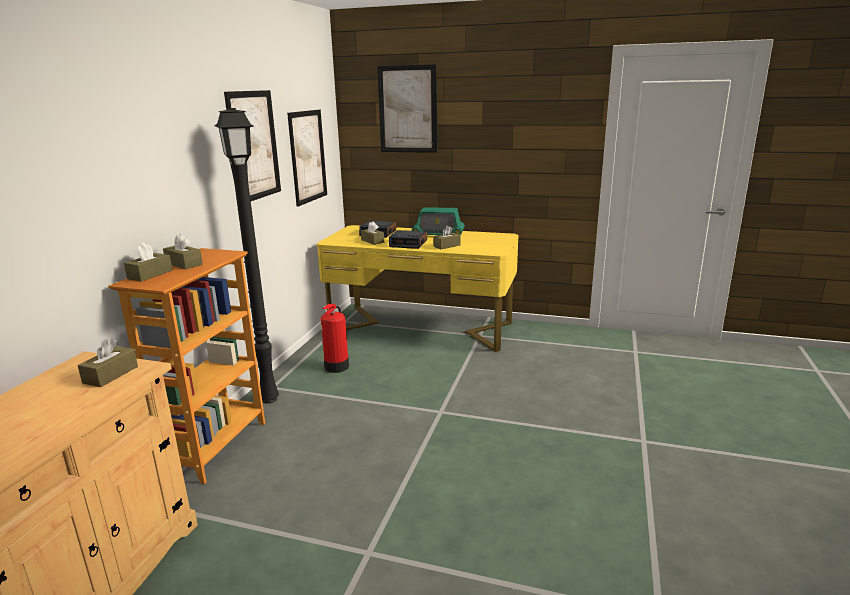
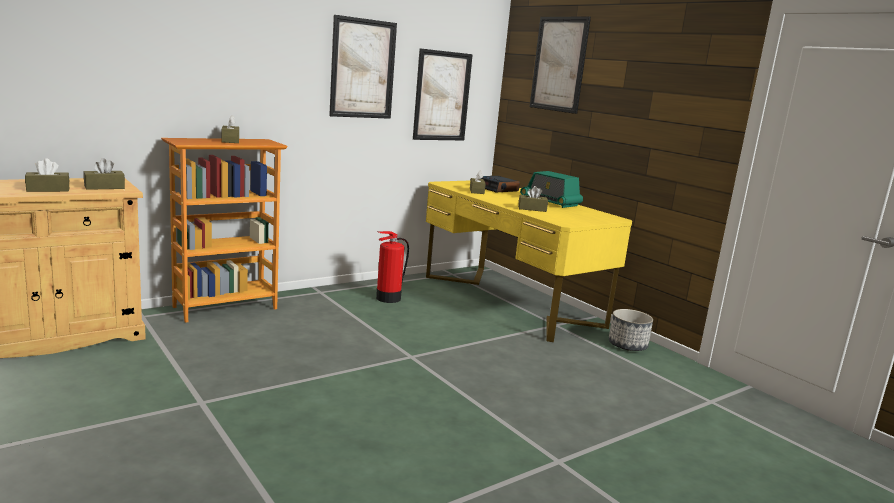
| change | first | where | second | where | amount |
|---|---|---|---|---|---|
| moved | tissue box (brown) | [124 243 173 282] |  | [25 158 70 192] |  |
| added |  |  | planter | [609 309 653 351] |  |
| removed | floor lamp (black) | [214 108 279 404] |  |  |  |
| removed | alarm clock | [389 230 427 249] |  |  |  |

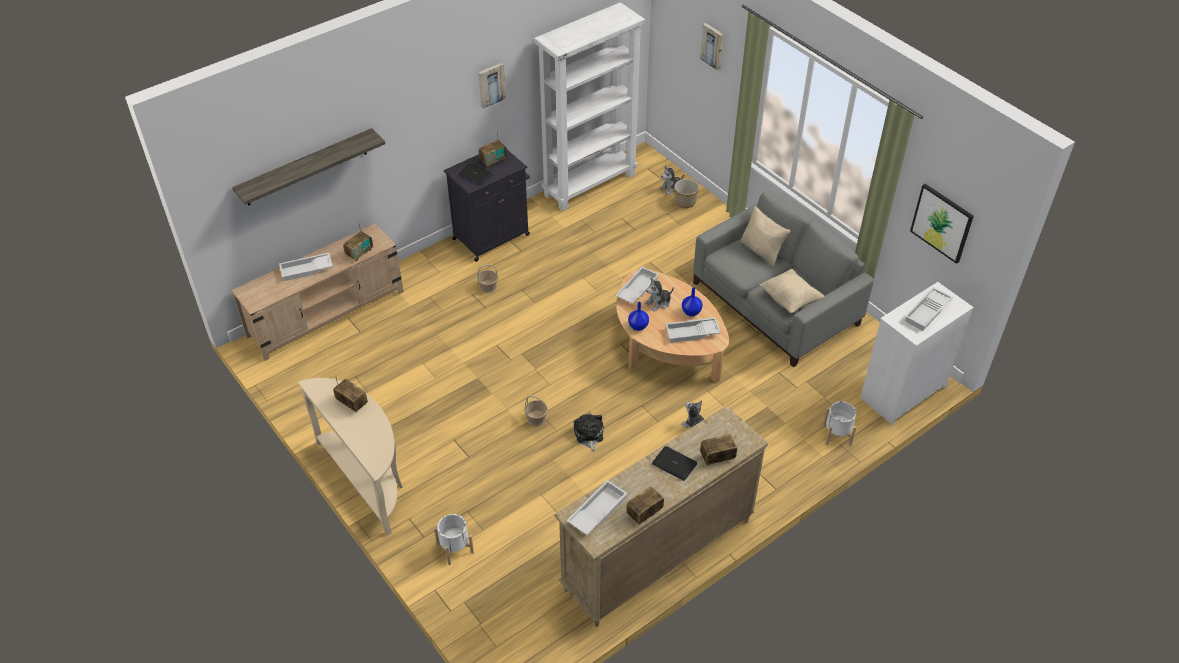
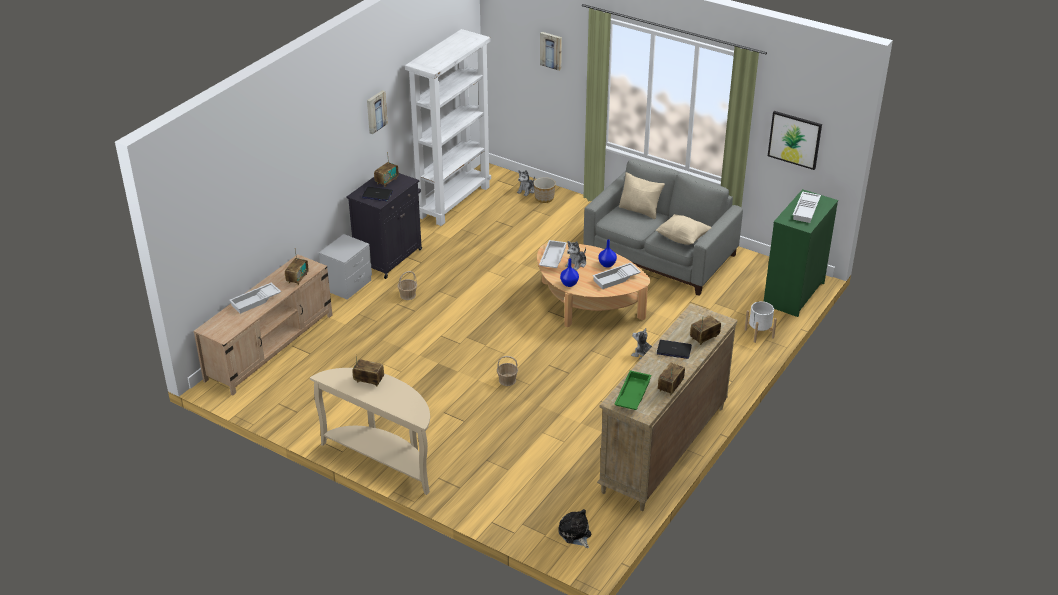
| change | first | where | second | where | amount |
|---|---|---|---|---|---|
| added |  |  | nightstand (grey) | [319 234 372 300] |  |
| moved | plush toy | [574 414 603 452] |  | [558 509 591 548] |  |
| recoloured | tray (white) | [566 480 628 535] | tray (green) | [614 370 652 410] |  |
| recoloured | dresser (white) | [860 282 974 425] | dresser (green) | [764 189 838 317] |  |
| removed | shelf | [232 128 385 205] |  |  |  |
| removed | planter (white) | [434 514 474 565] |  |  |  |

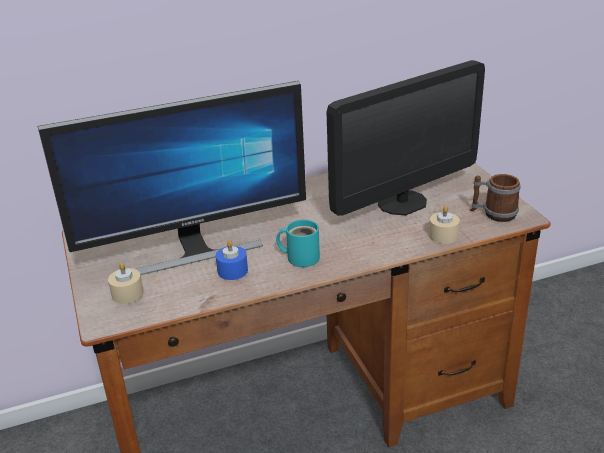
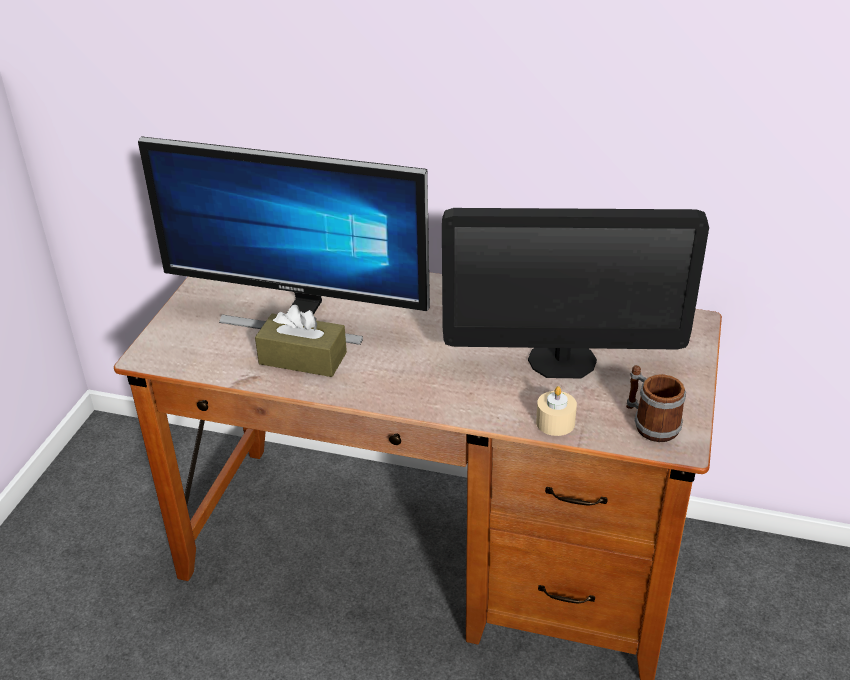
| change | first | where | second | where | amount |
|---|---|---|---|---|---|
| replaced | candle (blue) | [216 240 248 280] | tissue box (brown) | [255 305 347 377] |  |
| removed | candle (beige) | [108 263 144 304] |  |  |  |
| removed | mug (turquoise) | [276 220 320 267] |  |  |  |

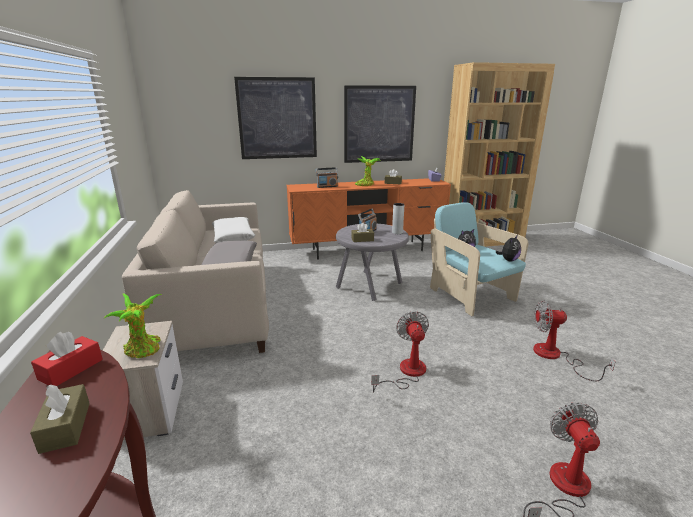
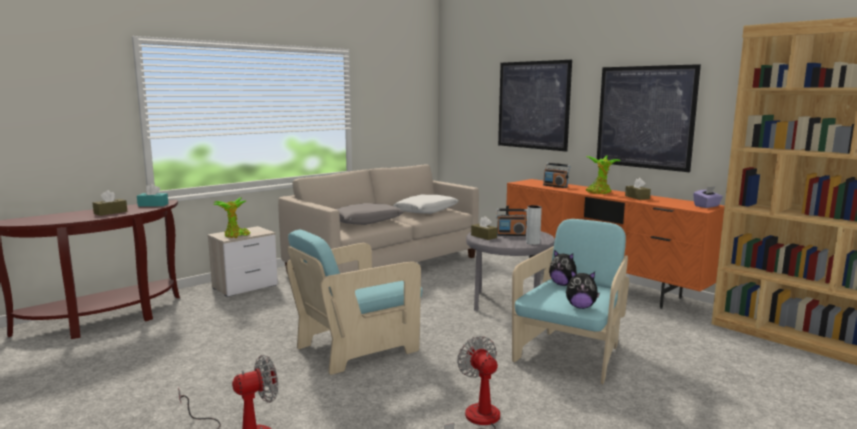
| change | first | where | second | where | amount |
|---|---|---|---|---|---|
| recoloured | tissue box (red) | [31 332 103 386] | tissue box (turquoise) | [137 184 168 207] |  |
| replaced | fan | [371 311 429 393] | armchair (turquoise) | [287 229 422 375] |  |

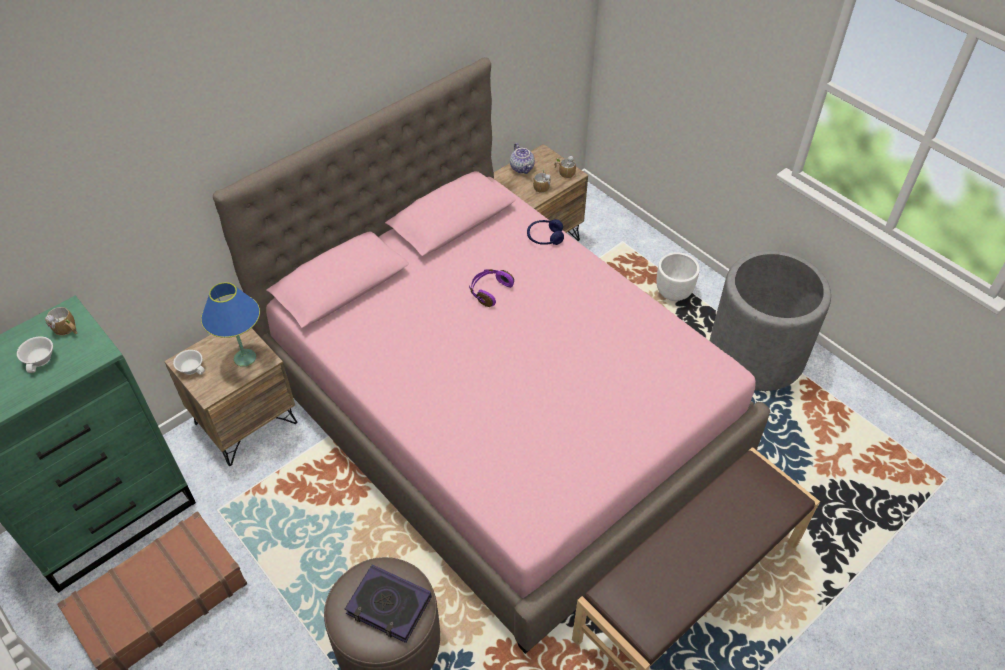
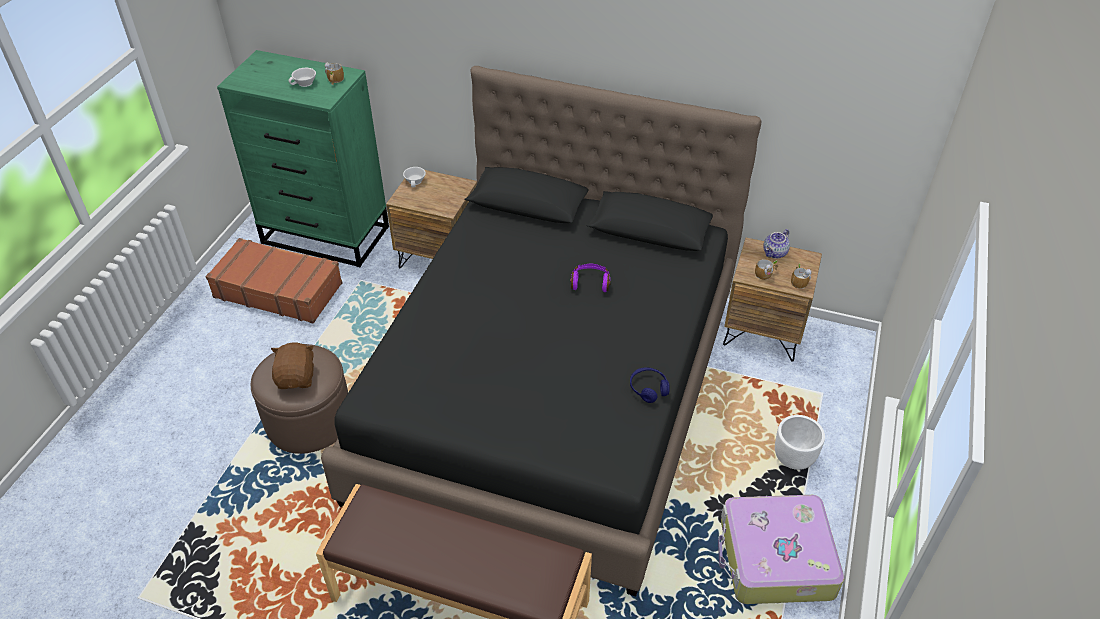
| change | first | where | second | where | amount |
|---|---|---|---|---|---|
| replaced | book | [345 564 432 643] | plush toy (brown) | [271 342 314 389] |  |
| recoloured | bed (pink) | [213 57 770 654] | bed (black) | [321 66 761 597] |  |
| moved | headphones (blue) | [527 219 564 245] |  | [630 367 670 403] |  |
| replaced | planter (grey) | [710 250 831 391] | suitcase | [718 495 844 604] |  |
| removed | table lamp (blue) | [201 282 260 367] |  |  |  |

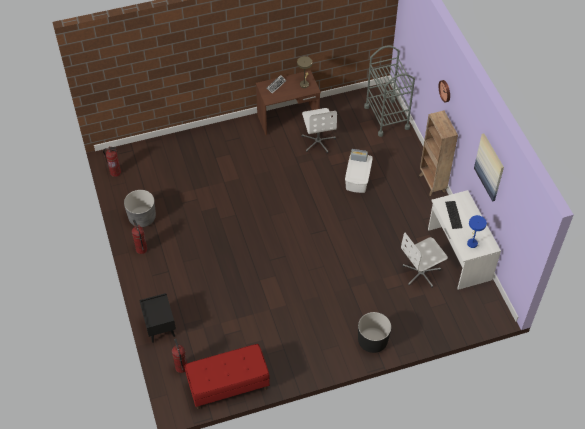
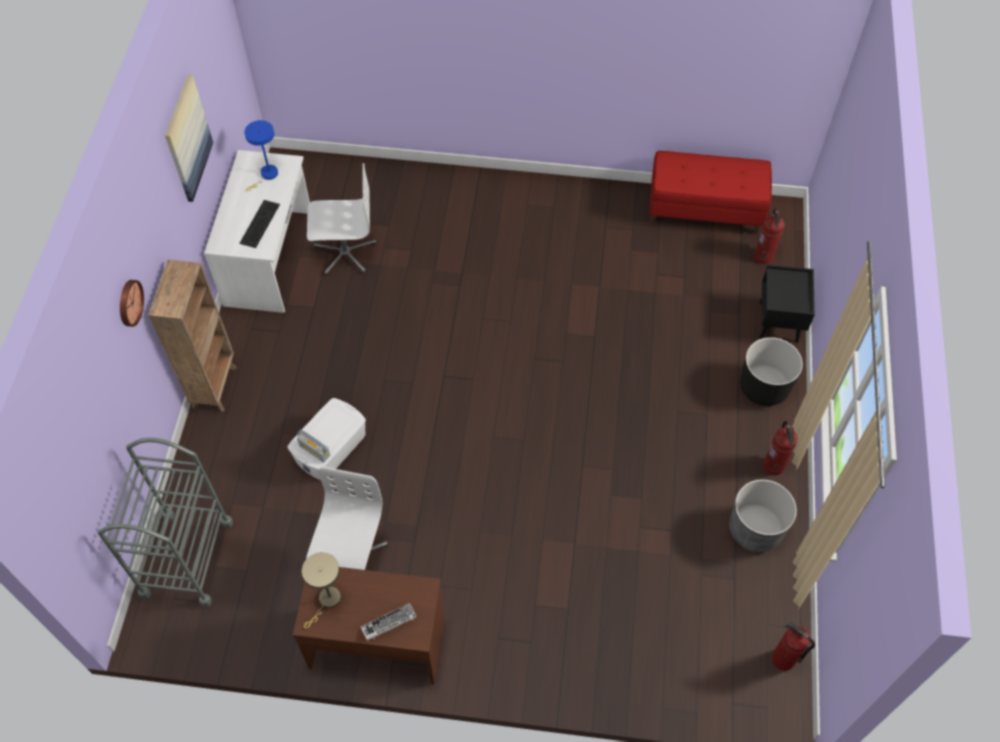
| change | first | where | second | where | amount |
|---|---|---|---|---|---|
| moved | planter (black) | [358 312 391 353] |  | [740 337 803 406] |  |

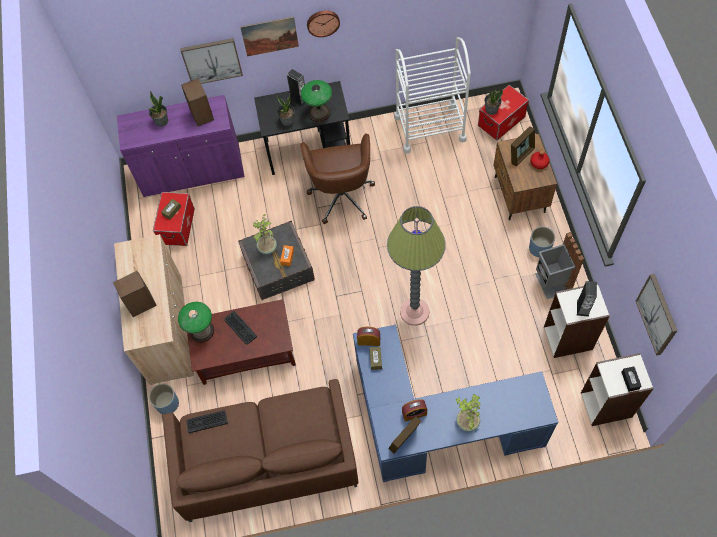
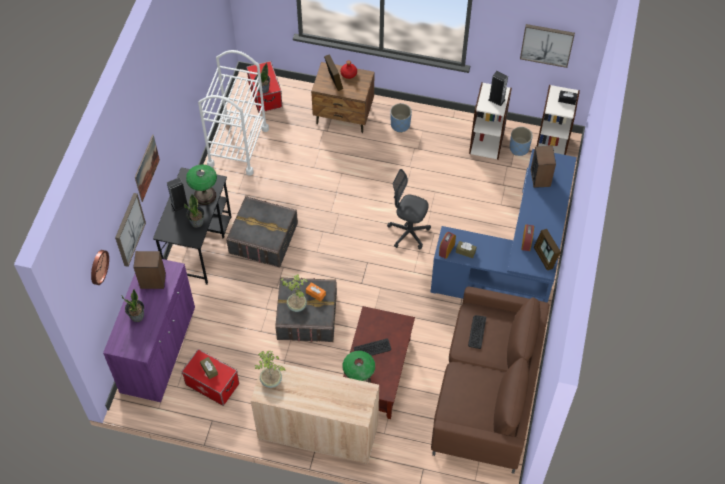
| change | first | where | second | where | amount |
|---|---|---|---|---|---|
| moved | wall clock | [307 10 340 37] |  | [91 250 109 285] |  |
| replaced | office chair (brown) | [300 133 375 224] | storage box (grey) | [227 196 298 268] |  |
| moved | potted plant | [456 394 480 432] |  | [255 351 286 388] |  |
| replaced | floor lamp | [387 206 446 326] | office chair (grey) | [387 169 431 249] |  |
| moved | keyboard | [187 411 228 433] |  | [468 315 486 349] |  |
| moved | planter (blue) | [149 383 179 414] |  | [510 127 533 156] |  |
| moved | speaker | [113 271 157 317] |  | [531 146 556 188] |  |
| removed | trash can (grey) | [535 232 584 299] |  |  |  |

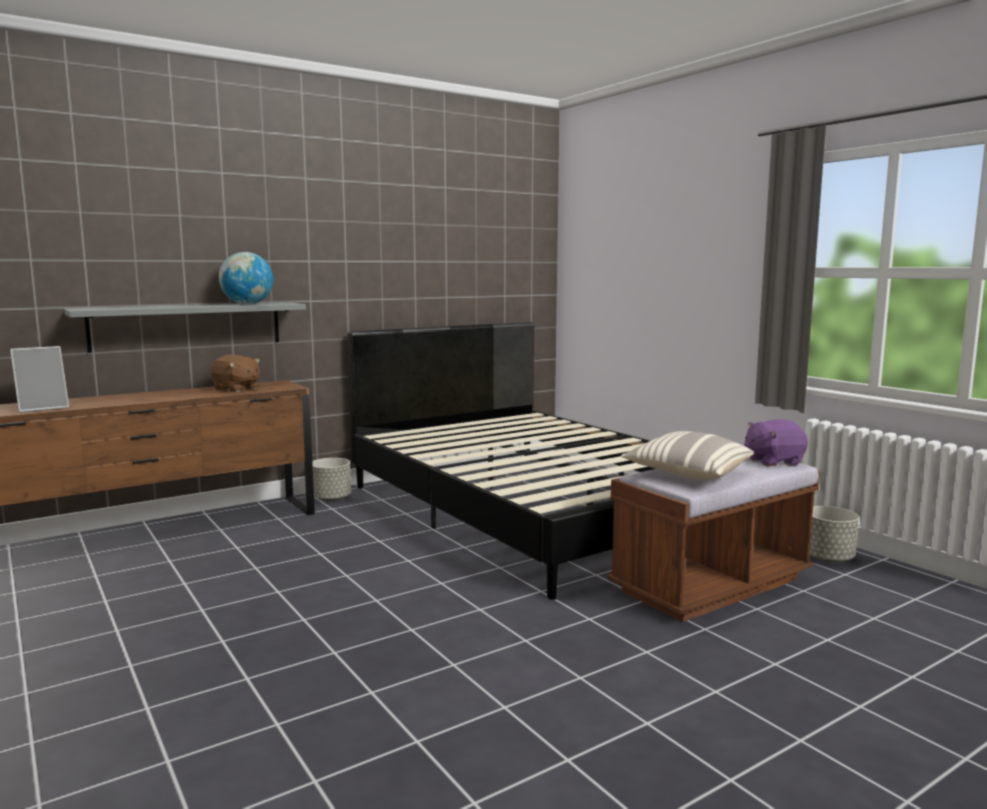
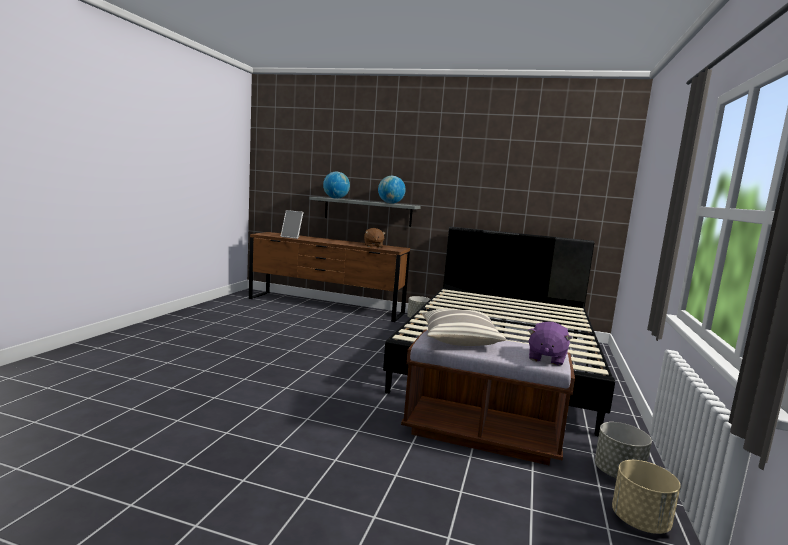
| change | first | where | second | where | amount |
|---|---|---|---|---|---|
| added |  |  | globe | [323 172 350 199] |  |
| turned | plush toy (purple) | [744 419 808 467] |  | [528 322 572 366] | 105 degrees counterclockwise |
| added |  |  | planter (beige) | [612 460 681 534] |  |

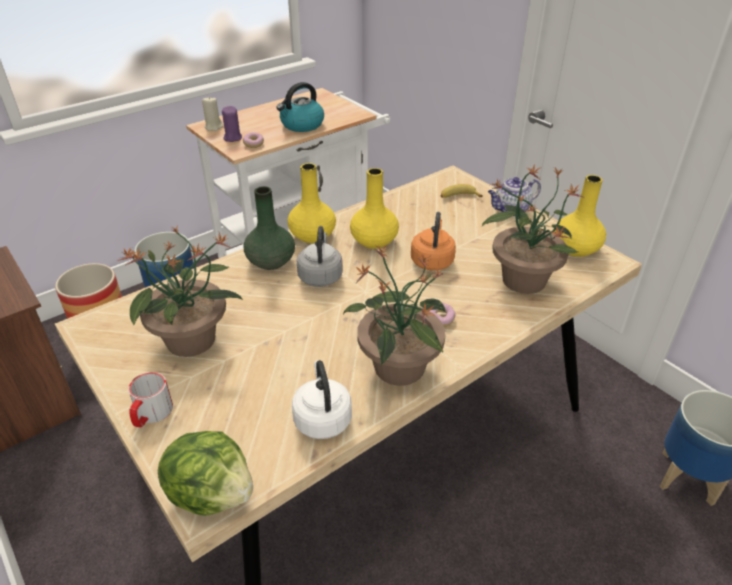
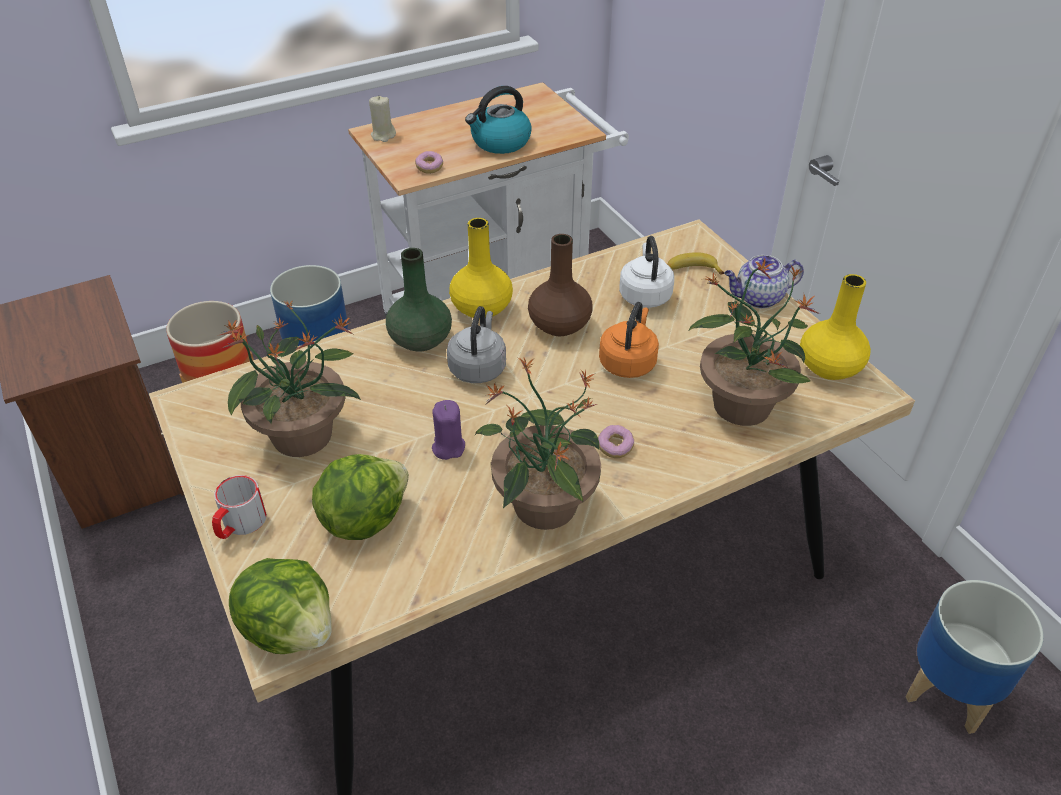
| change | first | where | second | where | amount |
|---|---|---|---|---|---|
| added |  |  | lettuce | [312 454 409 540] |  |
| moved | candle (purple) | [222 106 242 142] |  | [432 400 465 460] |  |
| recoloured | vase (yellow) | [350 168 399 249] | vase (brown) | [528 234 593 336] |  |
| moved | kettle (white) | [292 360 352 439] |  | [619 236 674 308] |  |

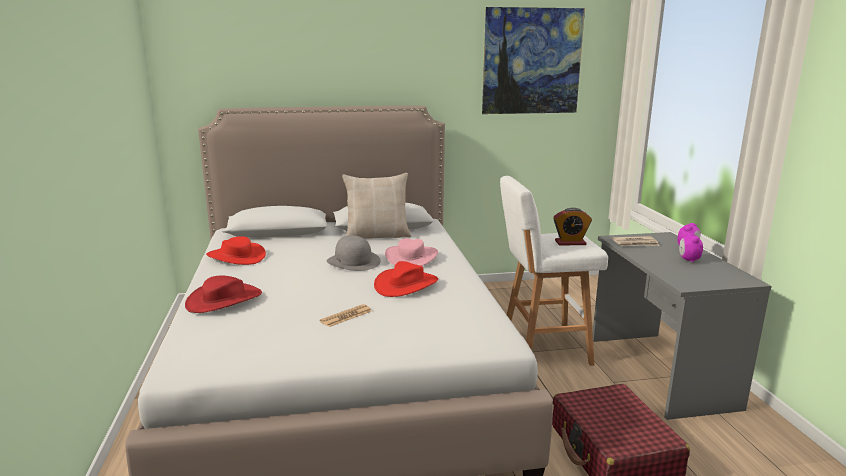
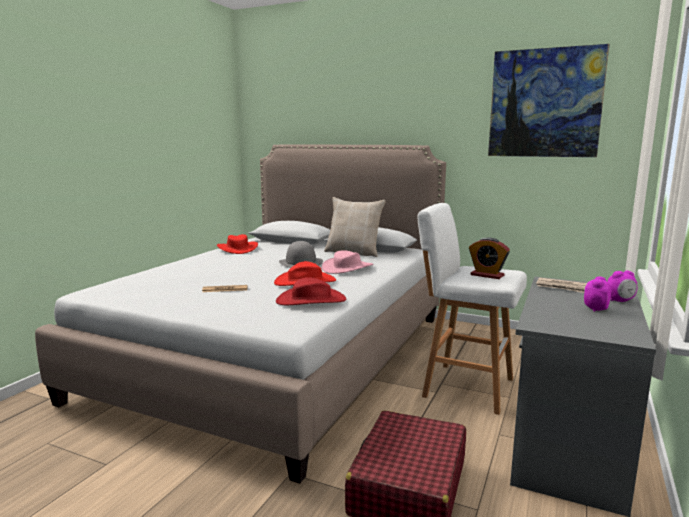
| change | first | where | second | where | amount |
|---|---|---|---|---|---|
| moved | hat (red) | [185 275 262 313] |  | [276 277 346 305] |  |

